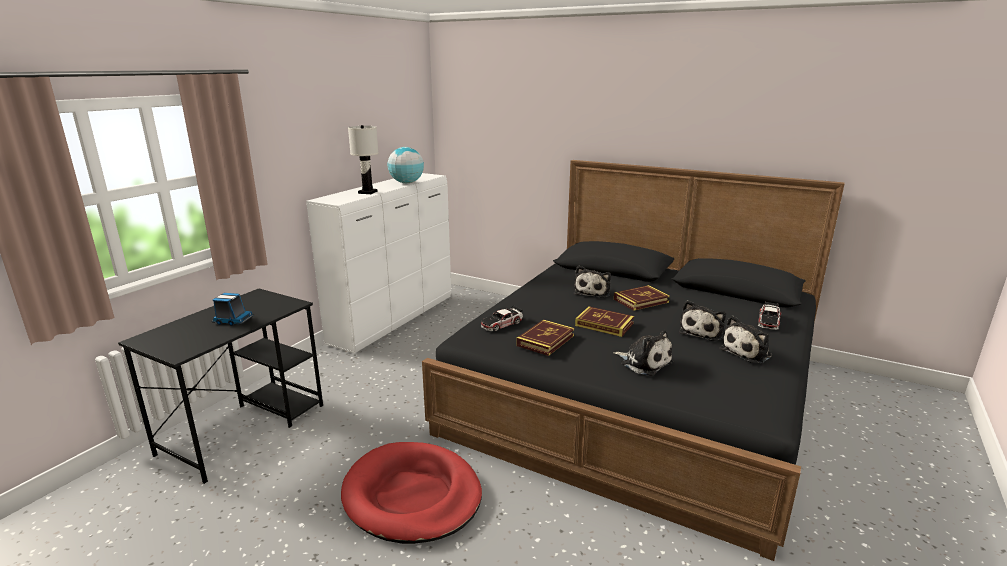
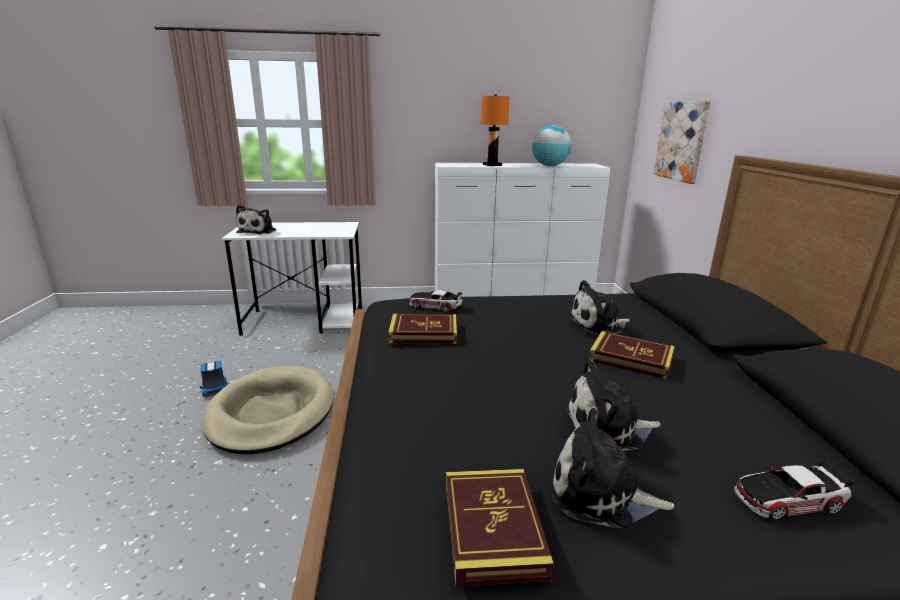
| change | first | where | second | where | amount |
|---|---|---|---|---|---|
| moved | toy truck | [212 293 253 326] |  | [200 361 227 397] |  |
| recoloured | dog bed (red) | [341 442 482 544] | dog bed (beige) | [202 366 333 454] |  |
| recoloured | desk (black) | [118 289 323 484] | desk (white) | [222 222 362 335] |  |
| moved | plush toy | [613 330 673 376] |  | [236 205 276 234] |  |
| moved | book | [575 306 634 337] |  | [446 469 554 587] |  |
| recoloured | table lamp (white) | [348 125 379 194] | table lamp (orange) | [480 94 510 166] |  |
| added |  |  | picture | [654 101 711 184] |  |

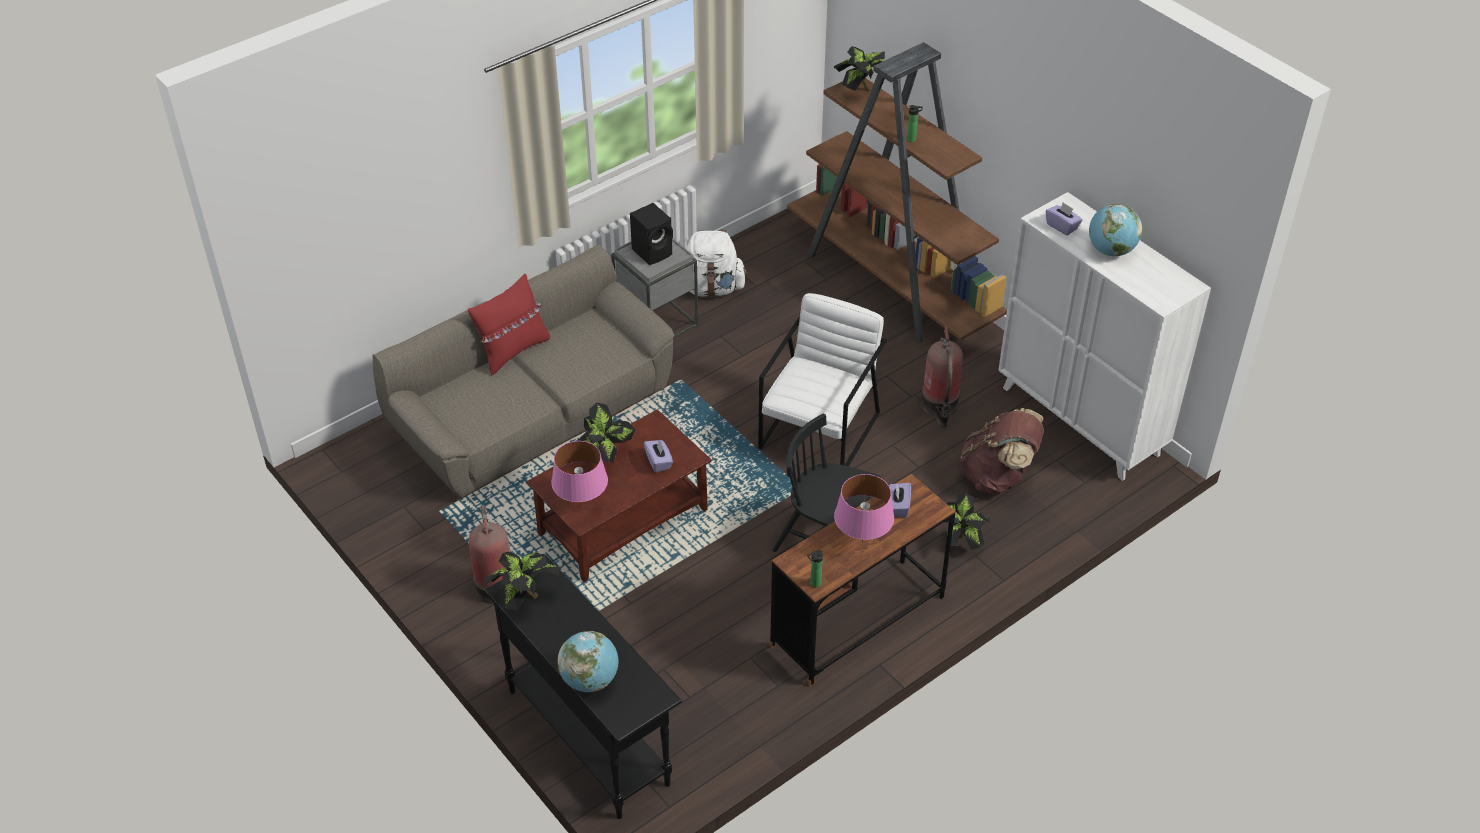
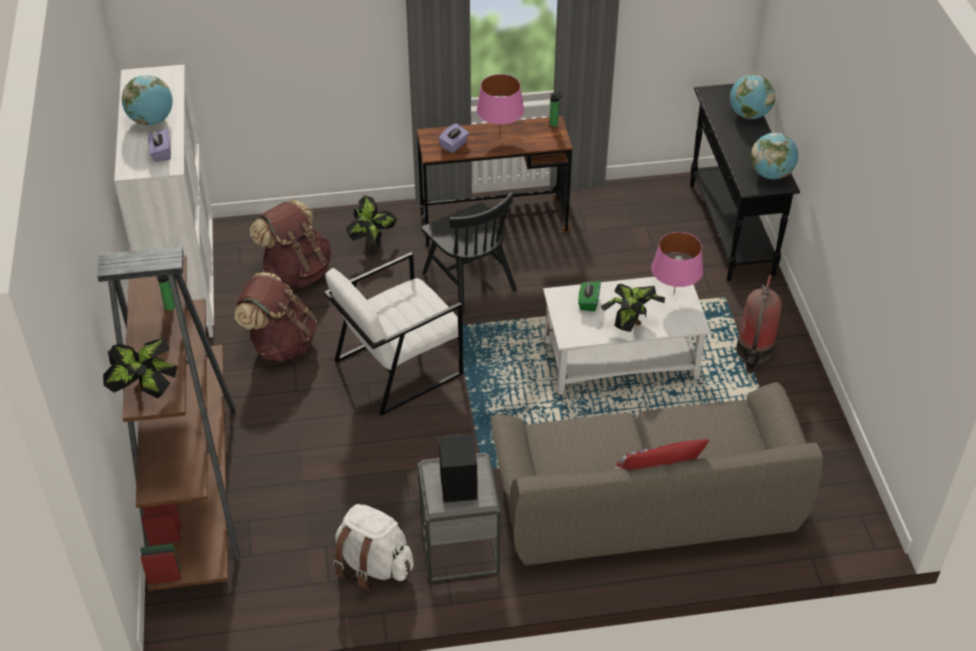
| change | first | where | second | where | amount |
|---|---|---|---|---|---|
| replaced | fire extinguisher | [921 326 963 428] | backpack (brown) | [235 272 317 362] |  |
| recoloured | coffee table (brown) | [526 409 712 582] | coffee table (white) | [543 277 711 395] |  |
| recoloured | tissue box (purple) | [644 439 673 473] | tissue box (green) | [578 281 601 311] |  |
| replaced | potted plant | [485 551 561 610] | globe | [751 132 798 179] |  |

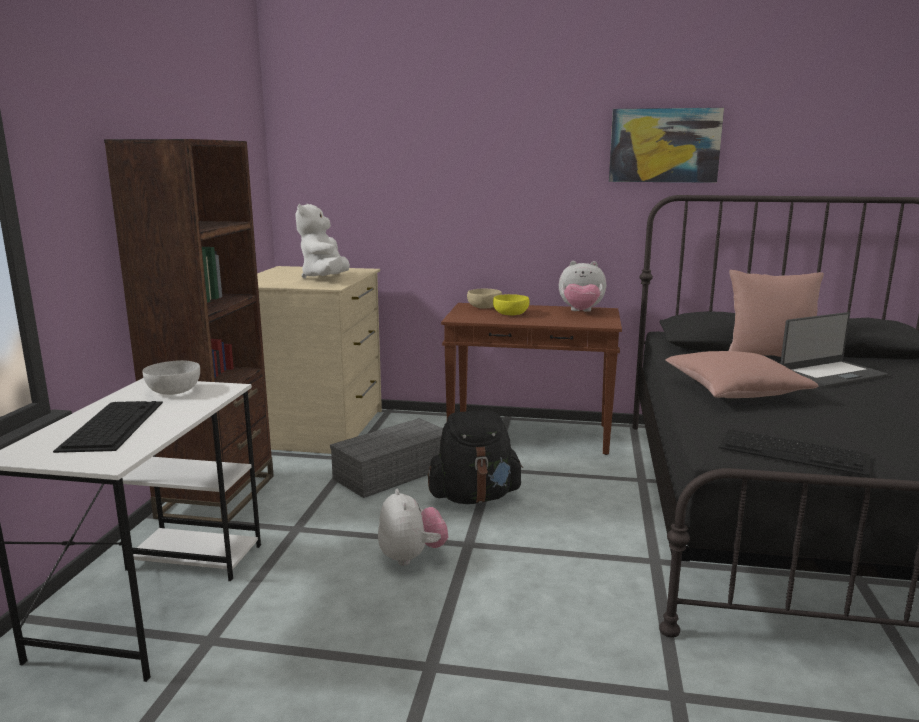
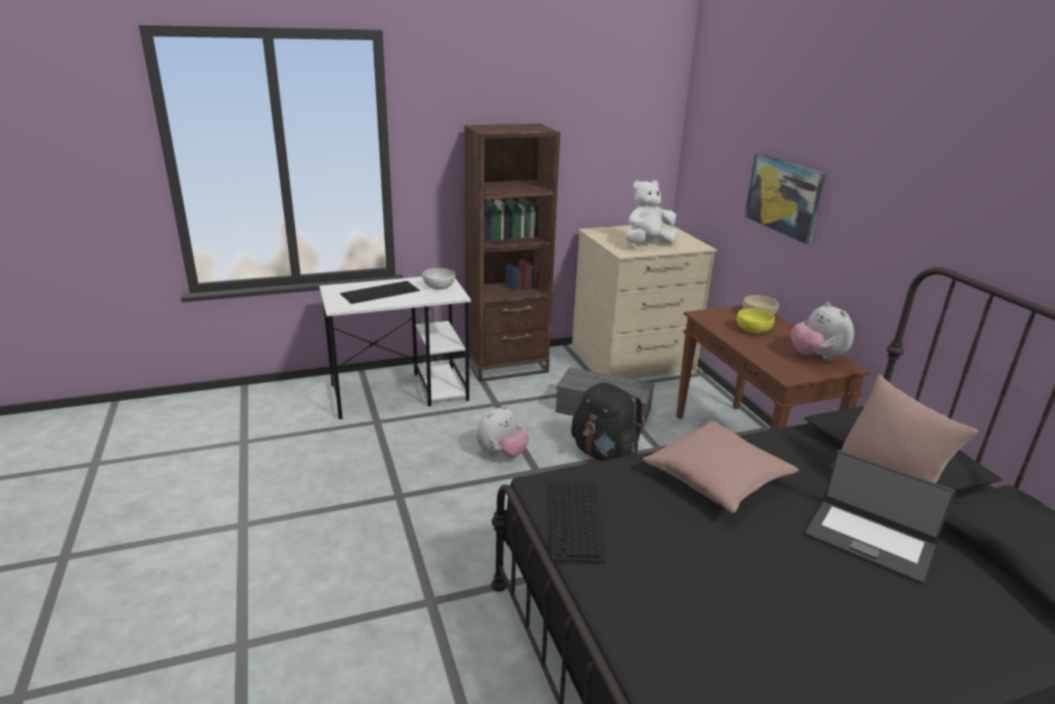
| change | first | where | second | where | amount |
|---|---|---|---|---|---|
| moved | picture | [609 108 724 183] |  | [744 153 825 244] |  |

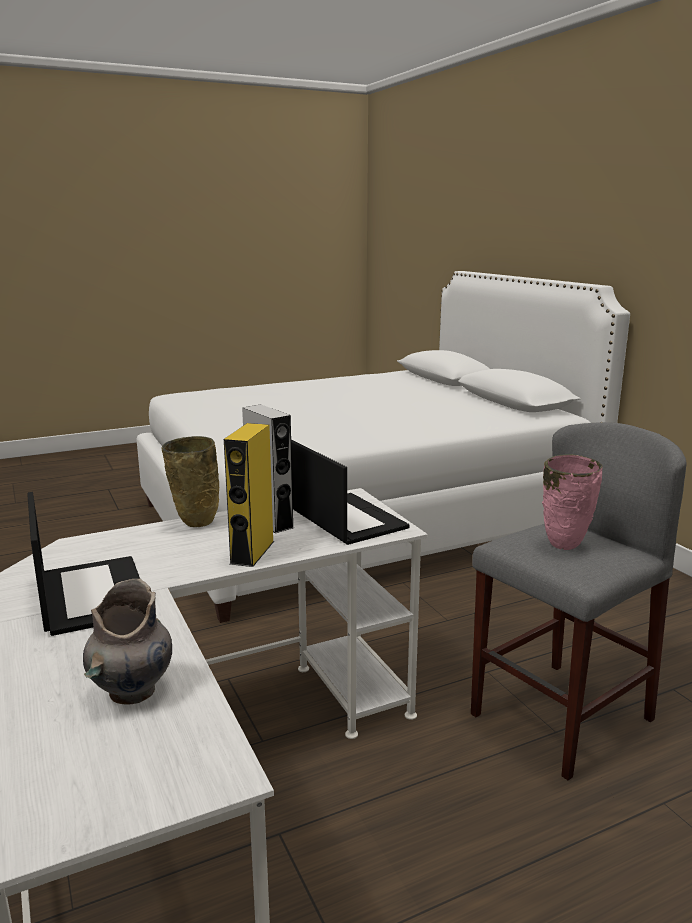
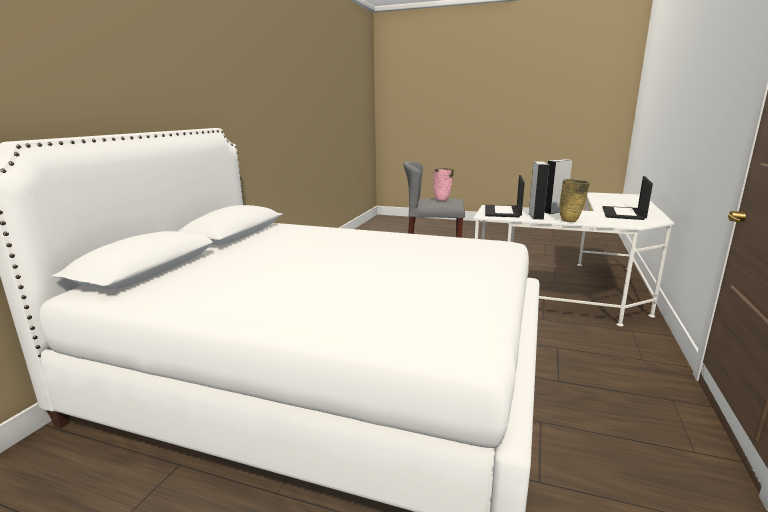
| change | first | where | second | where | amount |
|---|---|---|---|---|---|
| recoloured | speaker (yellow) | [224 423 274 567] | speaker (grey) | [544 159 572 214] |  |
| removed | vase (grey) | [83 579 172 704] |  |  |  |

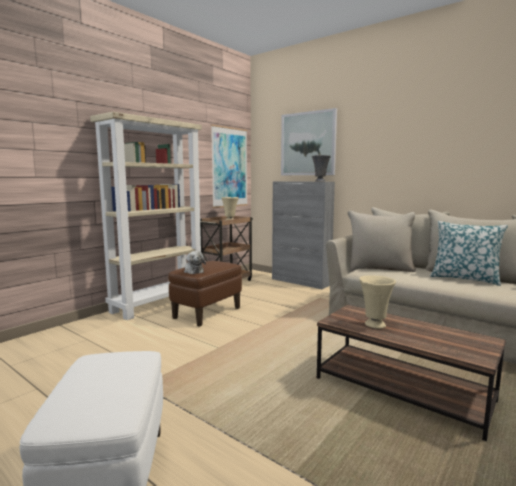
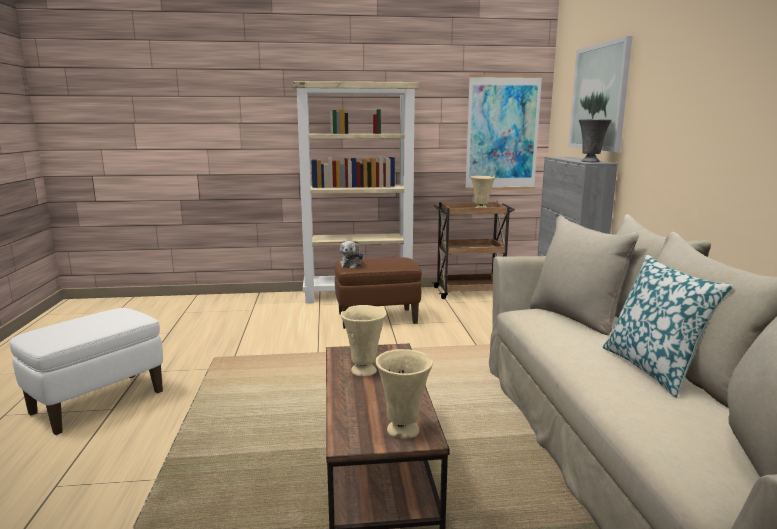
| change | first | where | second | where | amount |
|---|---|---|---|---|---|
| added |  |  | vase (beige) | [376 349 433 439] |  |

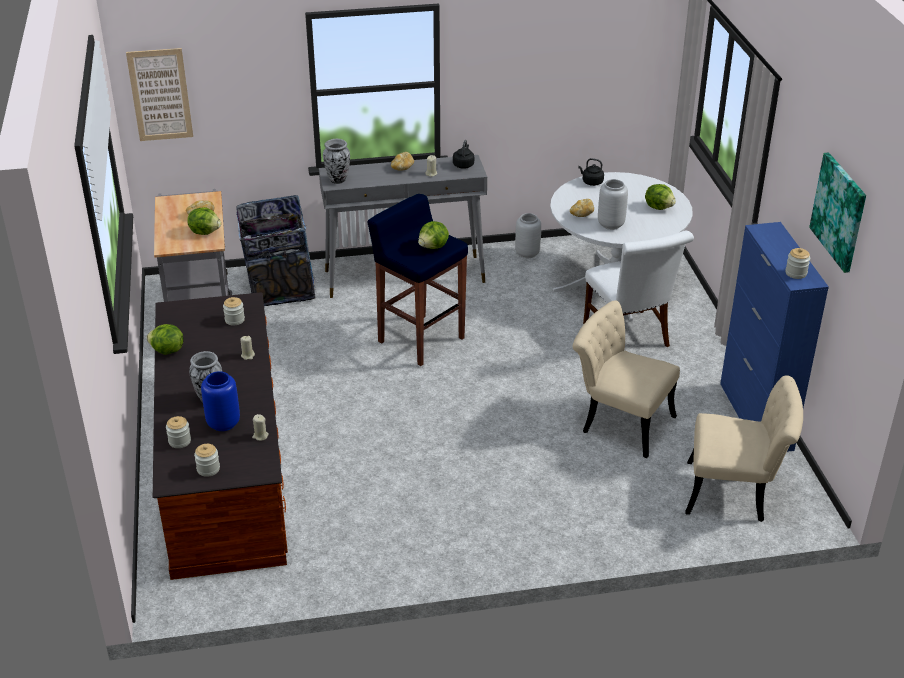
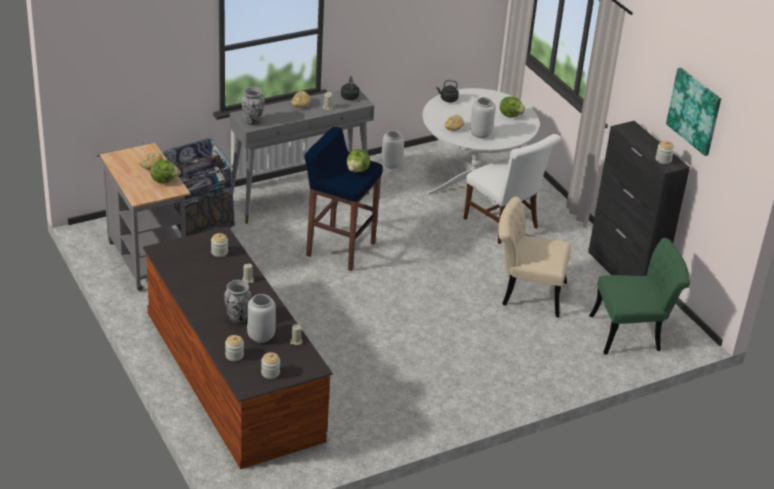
| change | first | where | second | where | amount |
|---|---|---|---|---|---|
| recoloured | vase (blue) | [201 371 240 431] | vase (grey) | [247 294 276 343] |  |
| recoloured | cabinet (blue) | [720 222 829 452] | cabinet (black) | [588 121 690 276] |  |
| recoloured | chair (beige) | [685 375 803 522] | chair (green) | [589 238 690 355] |  |
| removed | picture | [126 48 193 141] |  |  |  |
| removed | lettuce | [147 324 184 355] |  |  |  |

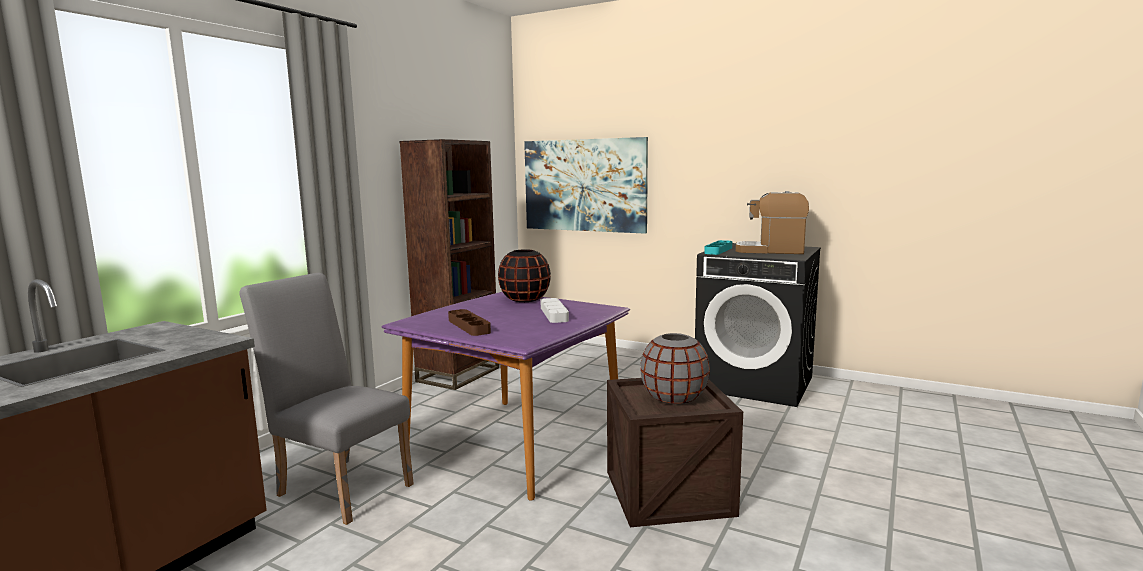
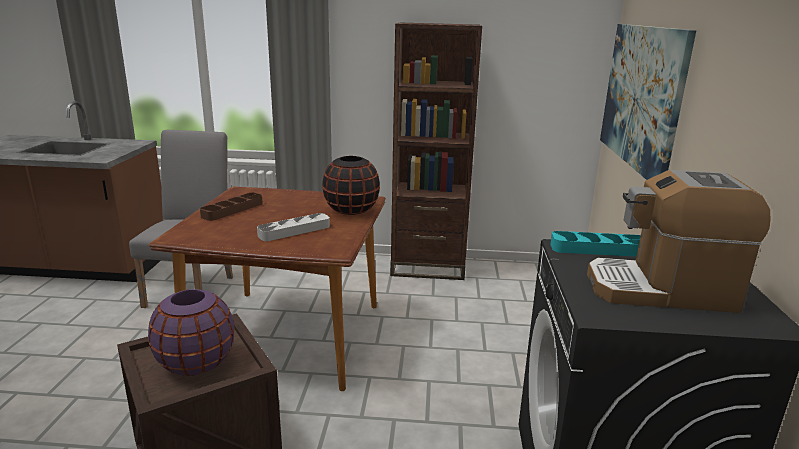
| change | first | where | second | where | amount |
|---|---|---|---|---|---|
| recoloured | dining table (purple) | [382 292 630 501] | dining table (brown) | [148 186 386 391] |  |
| recoloured | vase (grey) | [640 333 710 404] | vase (purple) | [148 289 234 376] |  |
| turned | coffee machine | [736 191 809 254] |  | [587 170 771 313] | 75 degrees counterclockwise |

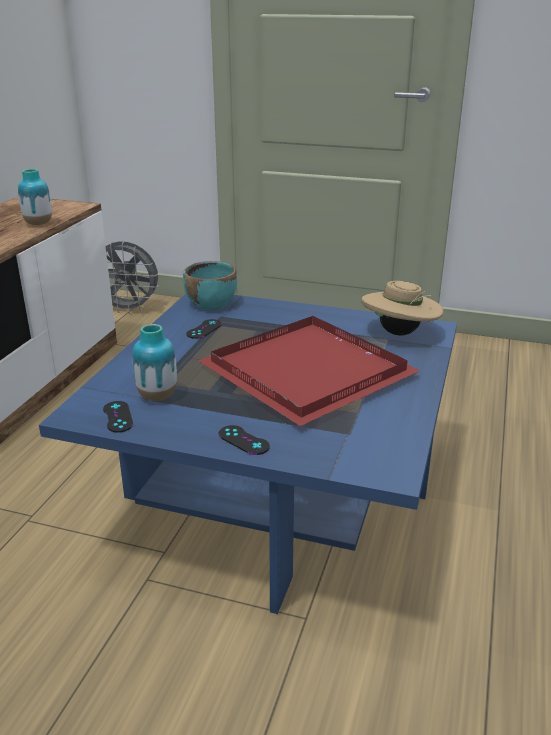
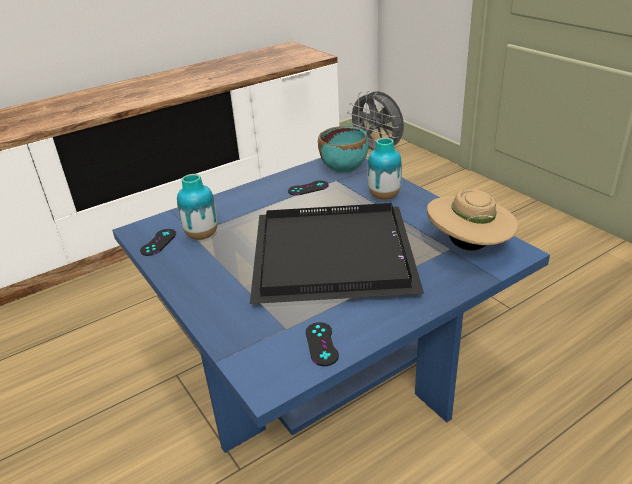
| change | first | where | second | where | amount |
|---|---|---|---|---|---|
| recoloured | tray (red) | [198 316 420 426] | tray (black) | [250 203 424 304] |  |
| moved | game controller (black) | [219 425 270 455] |  | [306 322 339 366] |  |
| moved | vase | [18 169 52 225] |  | [367 138 402 200] |  |

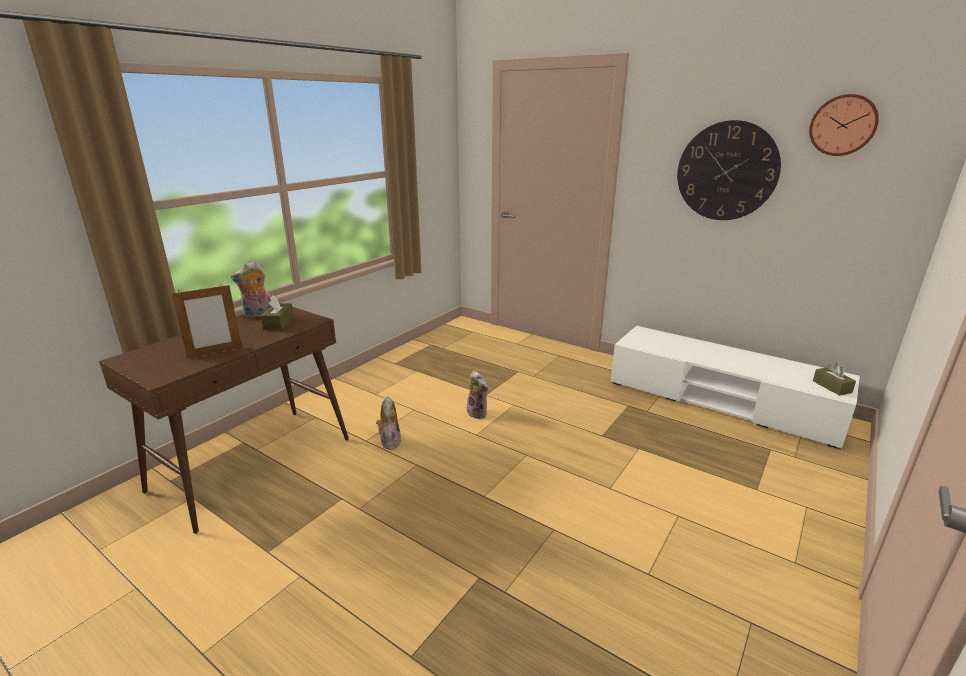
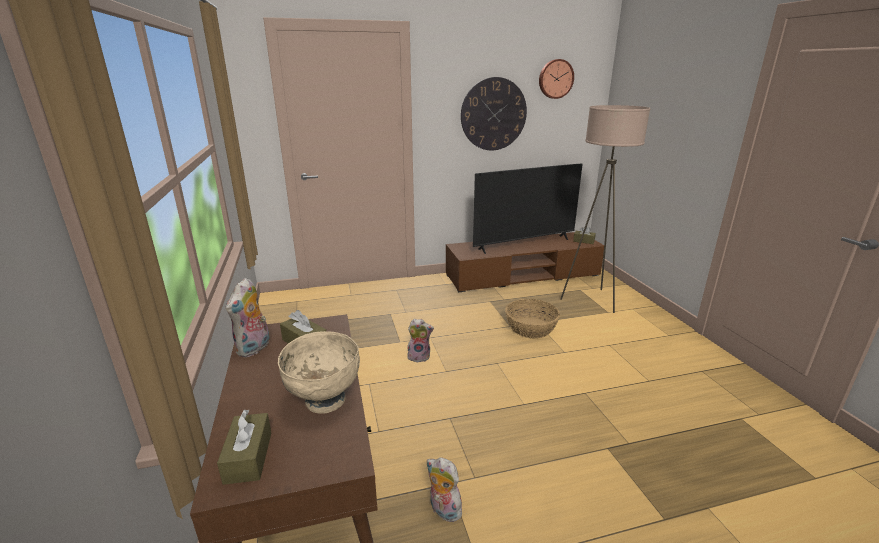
| change | first | where | second | where | amount |
|---|---|---|---|---|---|
| added |  |  | tissue box (brown) | [217 410 271 485] |  |
| replaced | picture frame | [172 284 242 358] | bowl (beige) | [278 331 360 414] |  |
| moved | plush toy | [376 396 401 450] |  | [427 457 464 522] |  |
| recoloured | tv stand (white) | [611 326 860 449] | tv stand (brown) | [446 232 604 292] |  |
| added |  |  | television | [473 163 583 254] |  |
| added |  |  | basket | [505 299 560 338] |  |
| added |  |  | floor lamp (beige) | [560 105 650 313] |  |

